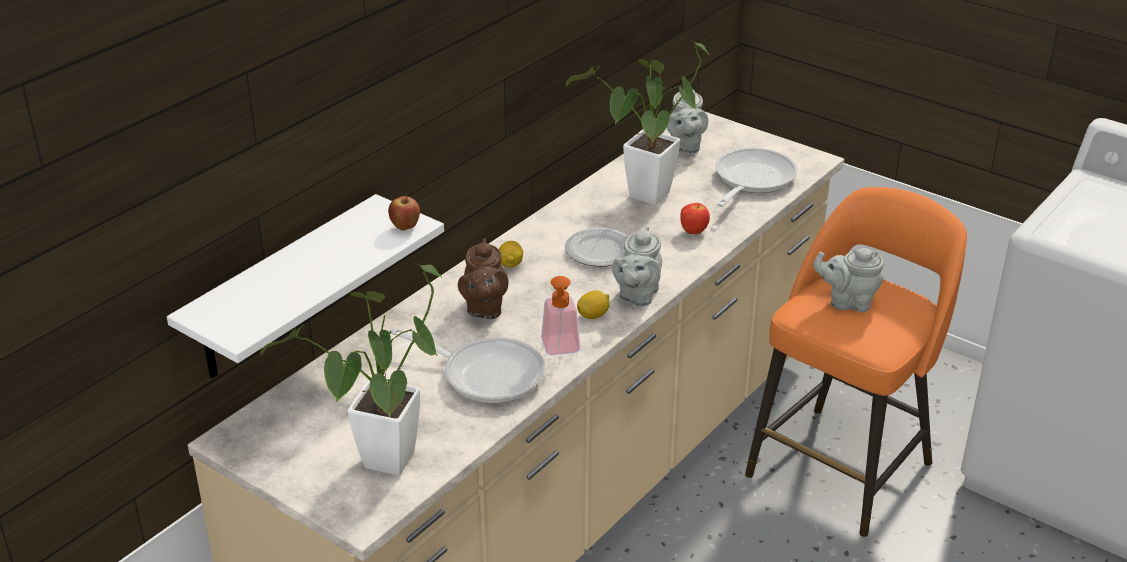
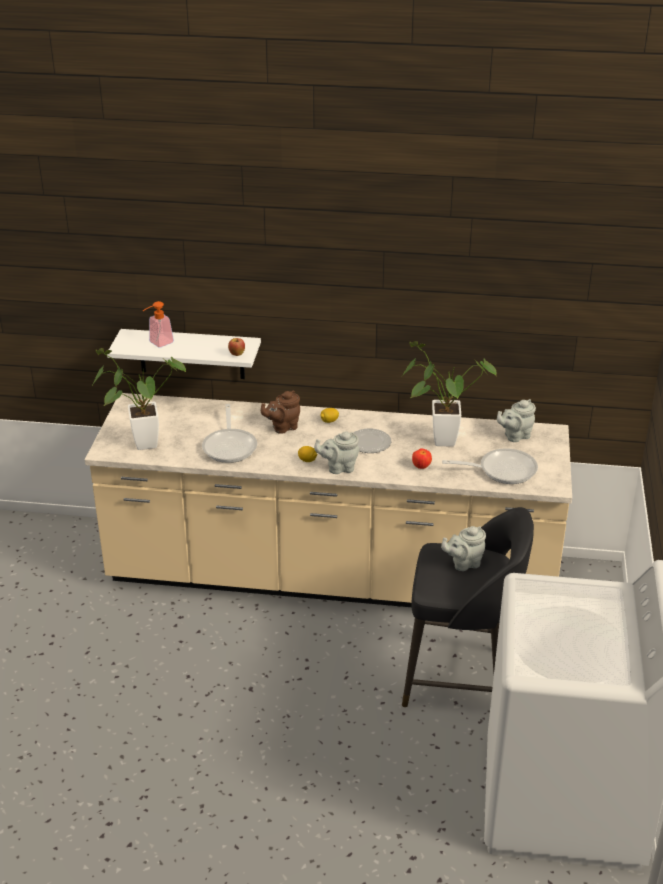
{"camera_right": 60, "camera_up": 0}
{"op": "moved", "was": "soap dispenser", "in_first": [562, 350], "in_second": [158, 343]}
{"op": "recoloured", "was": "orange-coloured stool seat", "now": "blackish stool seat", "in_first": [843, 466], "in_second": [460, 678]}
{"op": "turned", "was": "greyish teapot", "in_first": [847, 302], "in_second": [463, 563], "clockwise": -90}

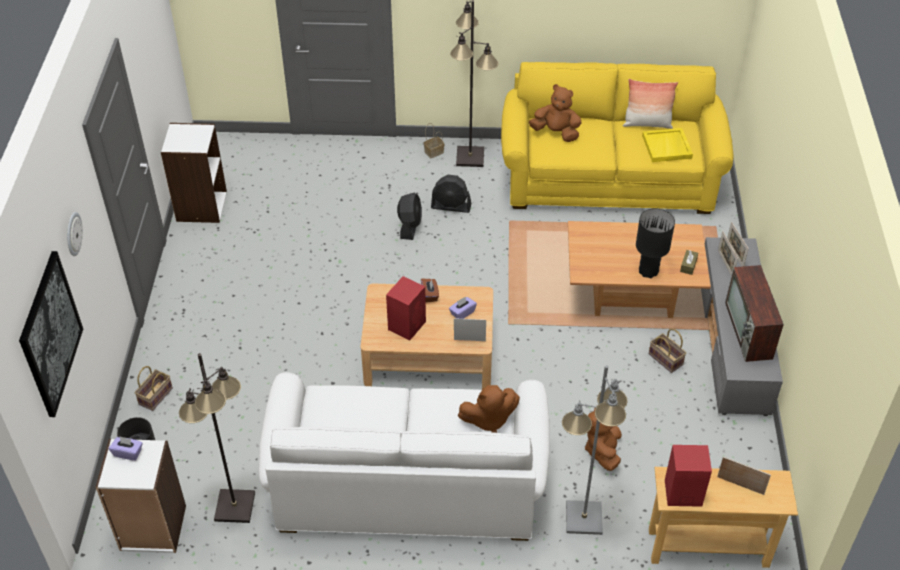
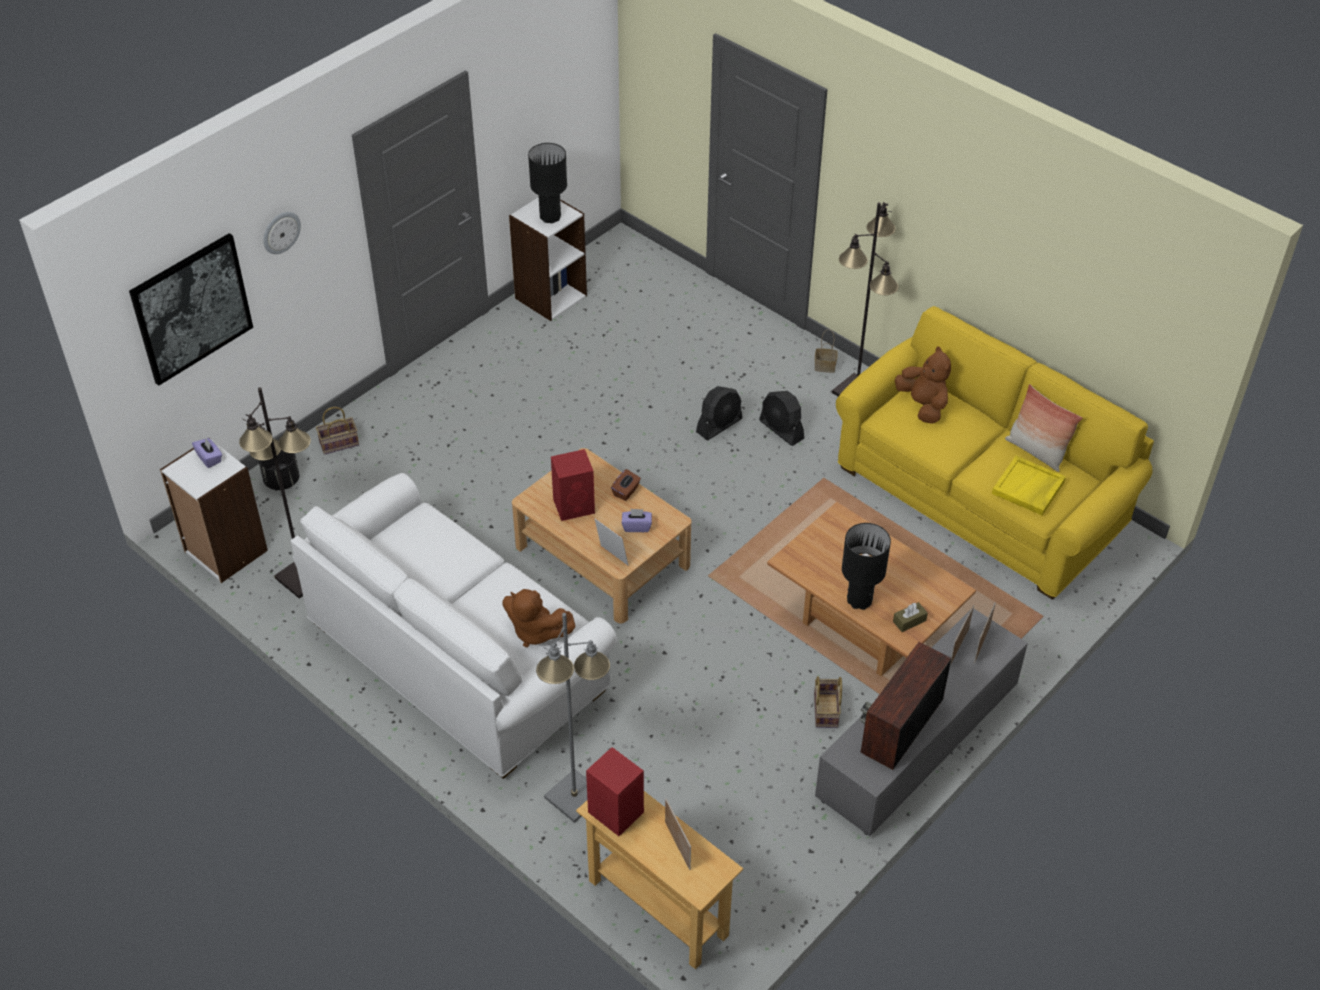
{"camera_right": 40, "camera_up": 0}
{"op": "added", "now": "blackish tabletop lamp", "in_second": [550, 217]}
{"op": "removed", "was": "brown soft toy", "in_first": [603, 450]}

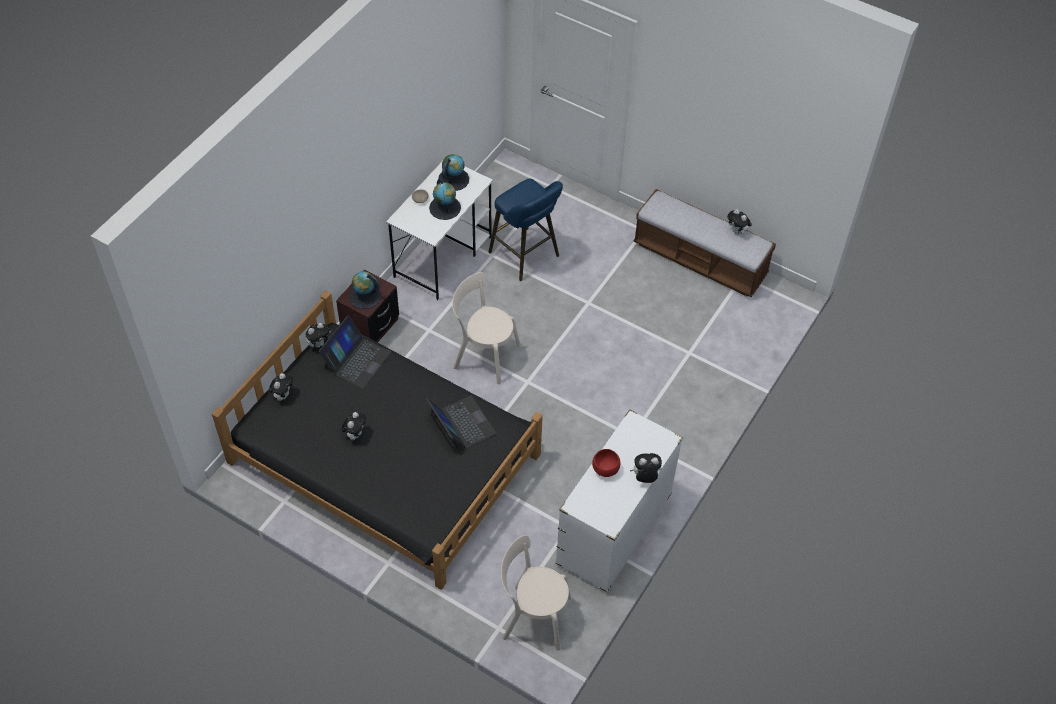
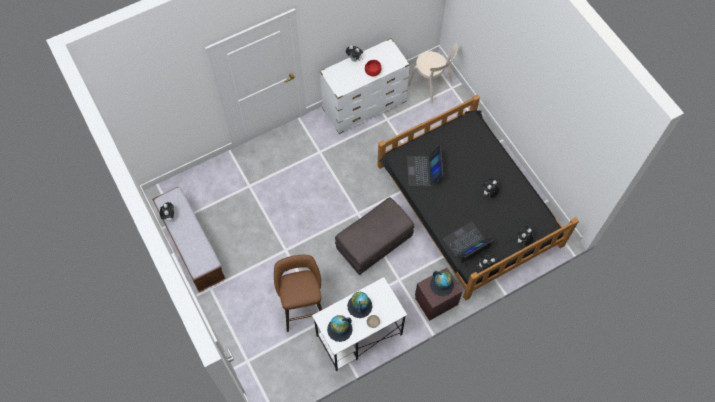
{"camera_right": -150, "camera_up": 10}
{"op": "recoloured", "was": "blue stool seat", "now": "brown stool seat", "in_first": [526, 256], "in_second": [302, 306]}
{"op": "replaced", "was": "sand-coloured upright chair", "now": "greyish ottoman", "in_first": [484, 355], "in_second": [374, 244]}

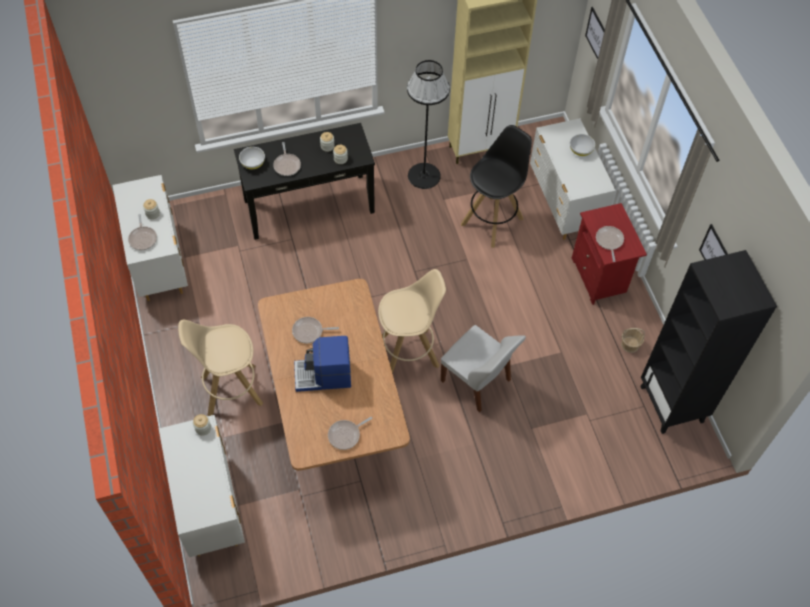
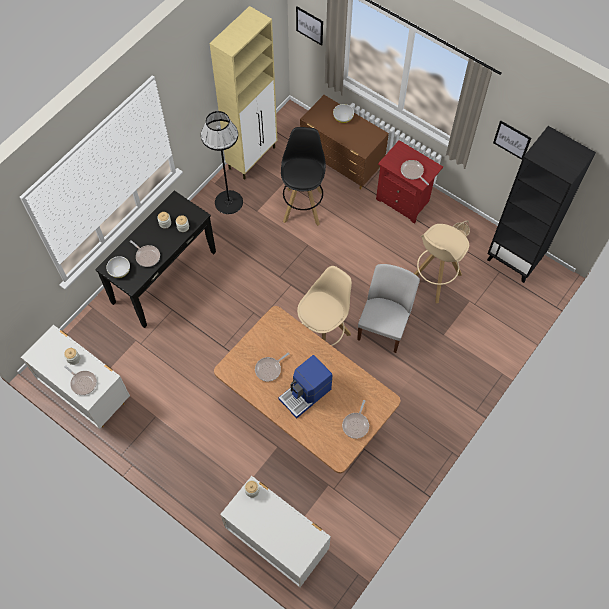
{"camera_right": -35, "camera_up": 5}
{"op": "recoloured", "was": "white dresser", "now": "brown dresser", "in_first": [564, 205], "in_second": [342, 164]}
{"op": "turned", "was": "white upright chair", "in_first": [477, 382], "in_second": [384, 327], "clockwise": -75}
{"op": "moved", "was": "sand-coloured stool seat", "in_first": [230, 390], "in_second": [434, 278]}

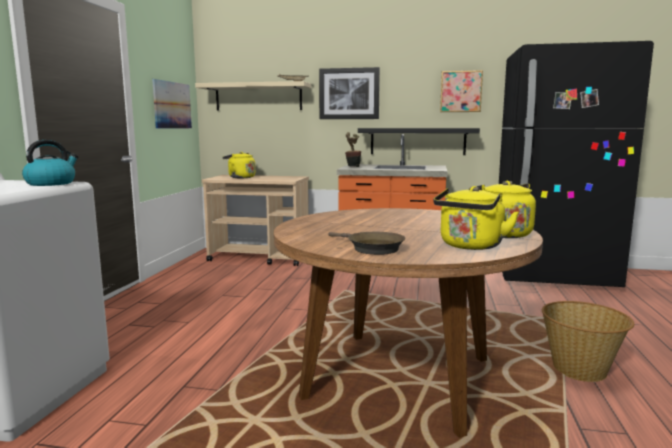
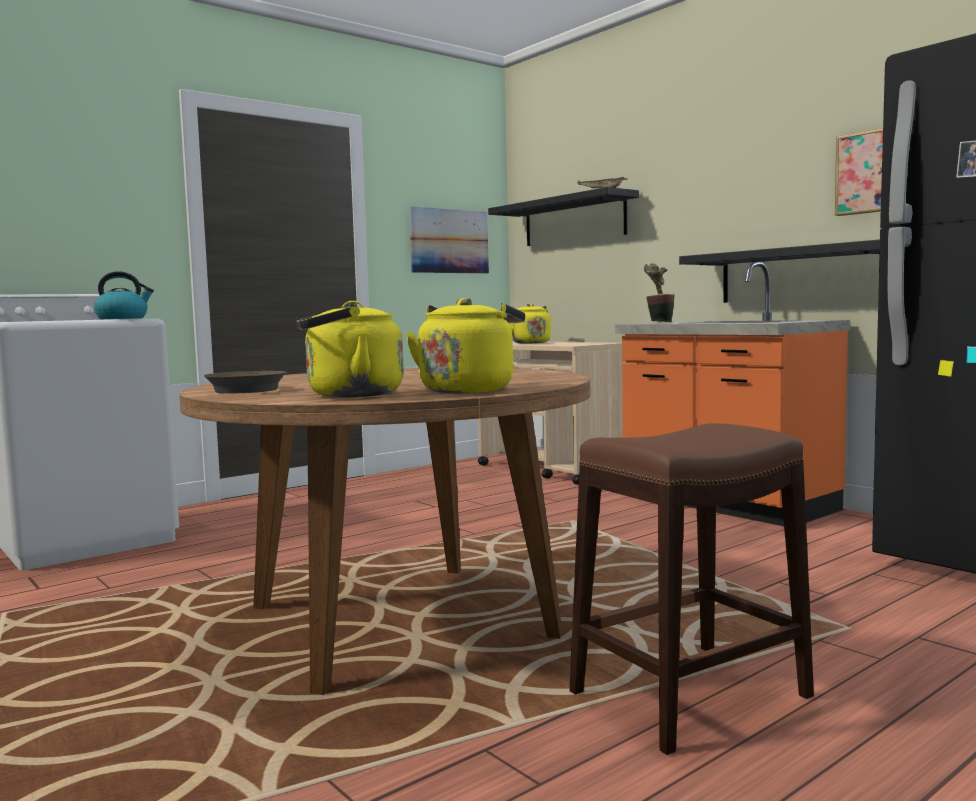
{"camera_right": 40, "camera_up": -5}
{"op": "recoloured", "was": "sand-coloured shelf", "now": "blackish shelf", "in_first": [258, 97], "in_second": [574, 221]}
{"op": "replaced", "was": "basket", "now": "brown stool seat", "in_first": [580, 369], "in_second": [691, 695]}
{"op": "removed", "was": "picture", "in_first": [349, 93]}

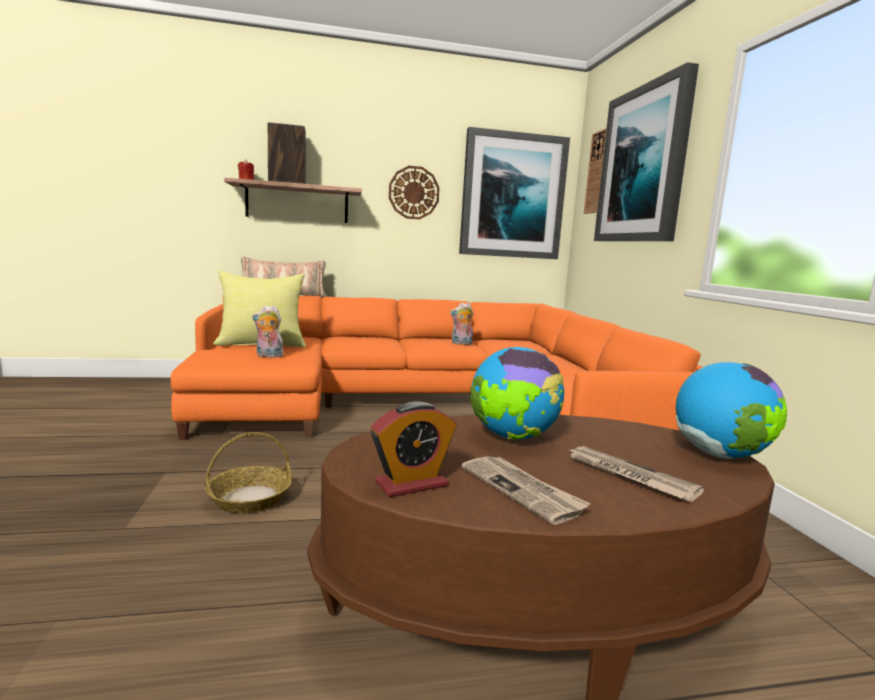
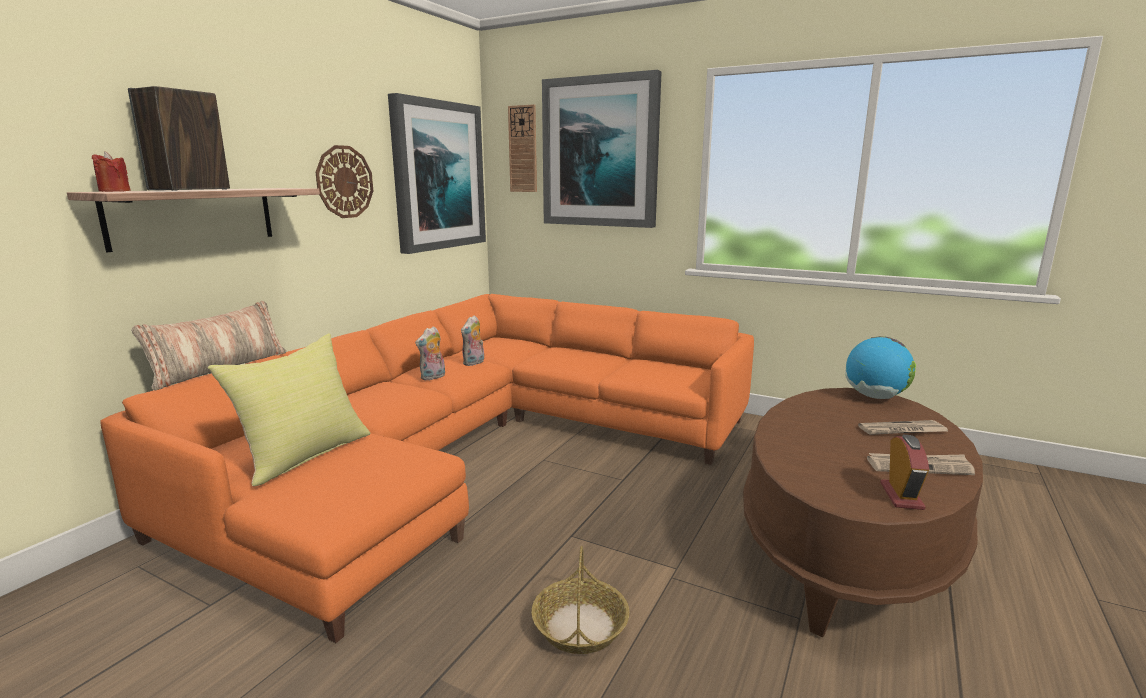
{"camera_right": -50, "camera_up": 5}
{"op": "moved", "was": "soft toy", "in_first": [268, 356], "in_second": [433, 377]}
{"op": "removed", "was": "desk globe", "in_first": [512, 437]}

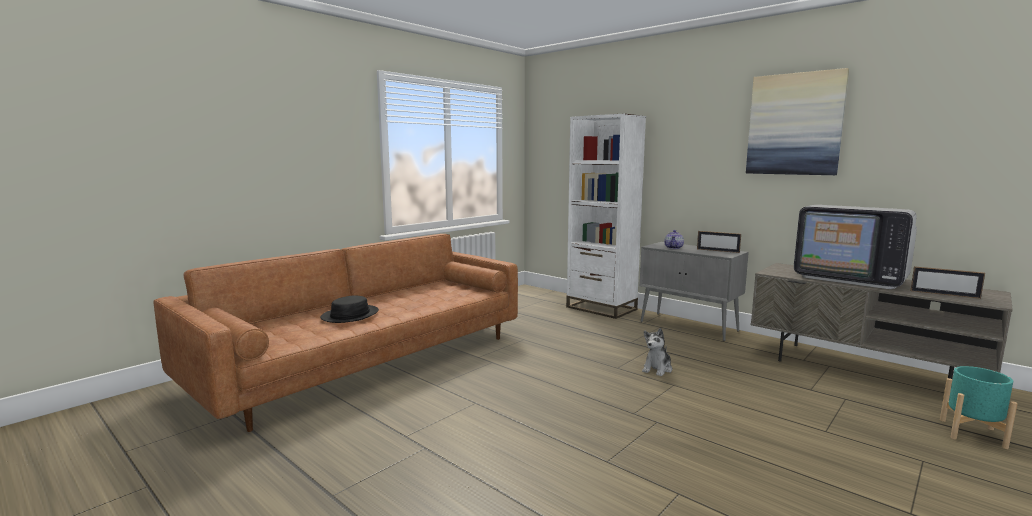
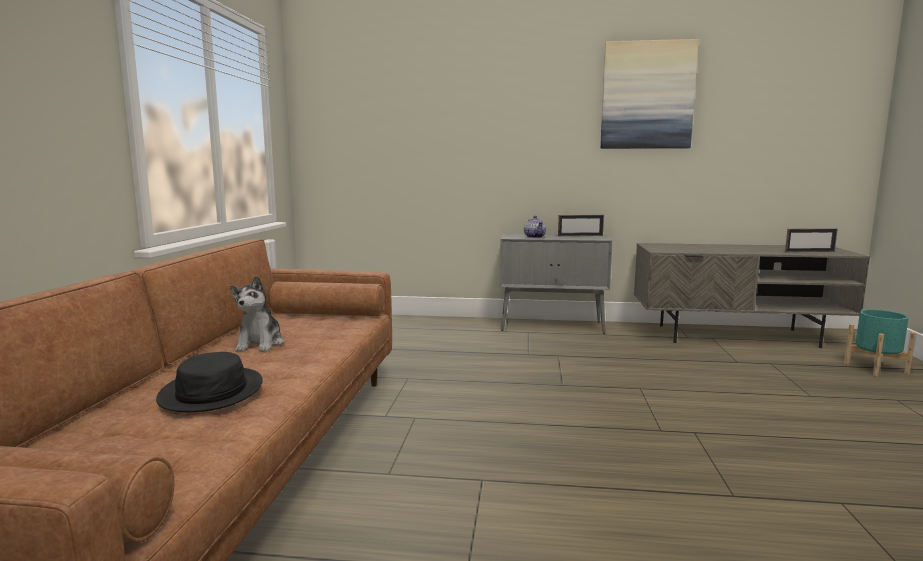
{"camera_right": -35, "camera_up": 0}
{"op": "moved", "was": "soft toy", "in_first": [657, 369], "in_second": [260, 344]}
{"op": "removed", "was": "white shelving unit", "in_first": [601, 308]}
{"op": "removed", "was": "TV", "in_first": [850, 278]}

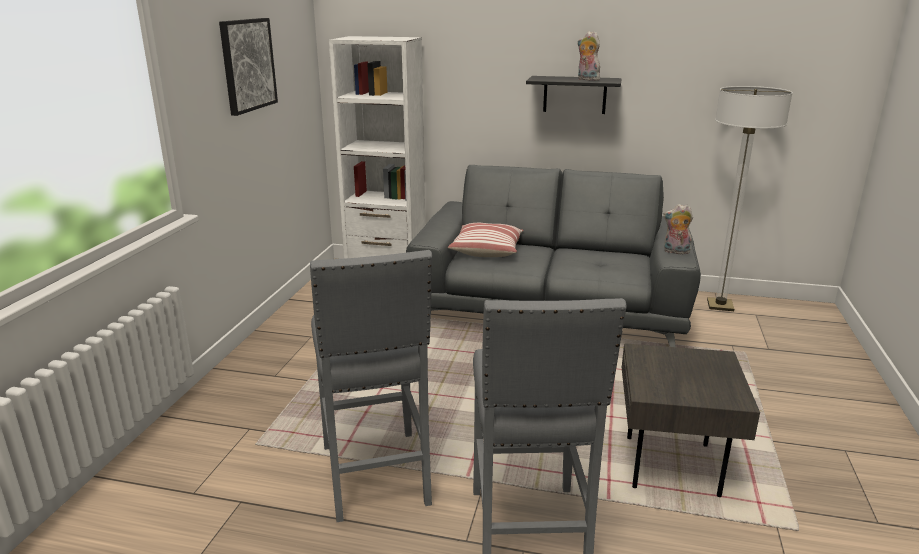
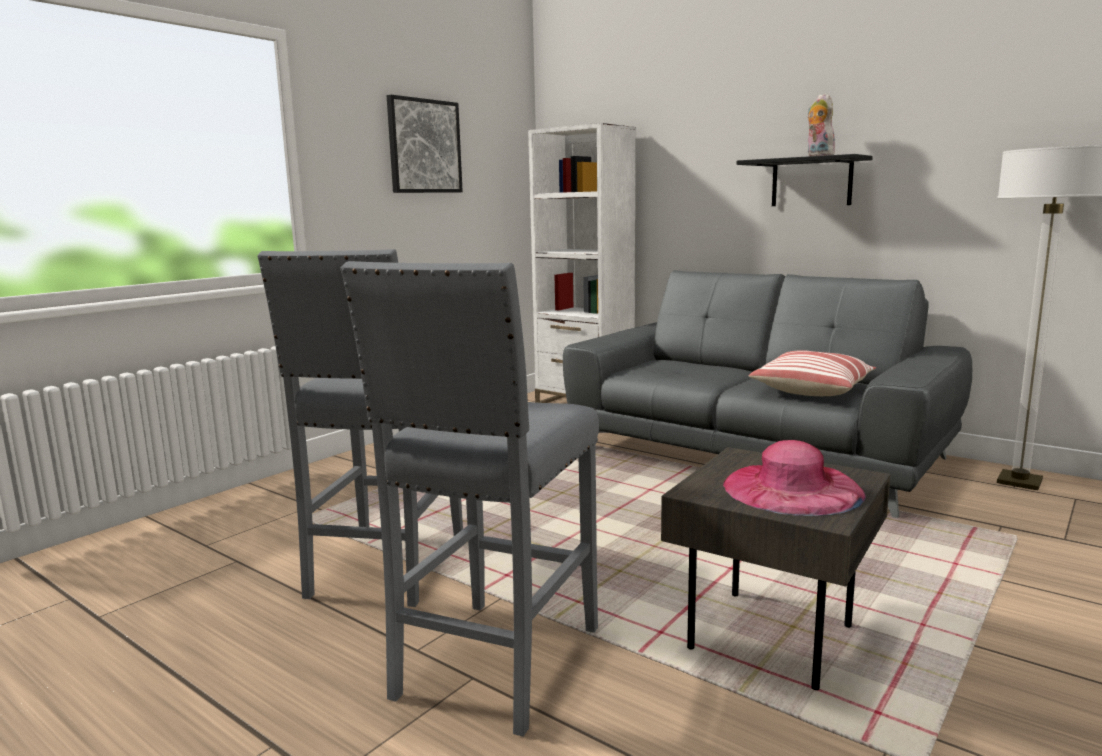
{"camera_right": 25, "camera_up": -10}
{"op": "added", "now": "pink-coloured hat", "in_second": [792, 488]}
{"op": "moved", "was": "throw pillow", "in_first": [486, 250], "in_second": [812, 390]}
{"op": "removed", "was": "soft toy", "in_first": [675, 252]}

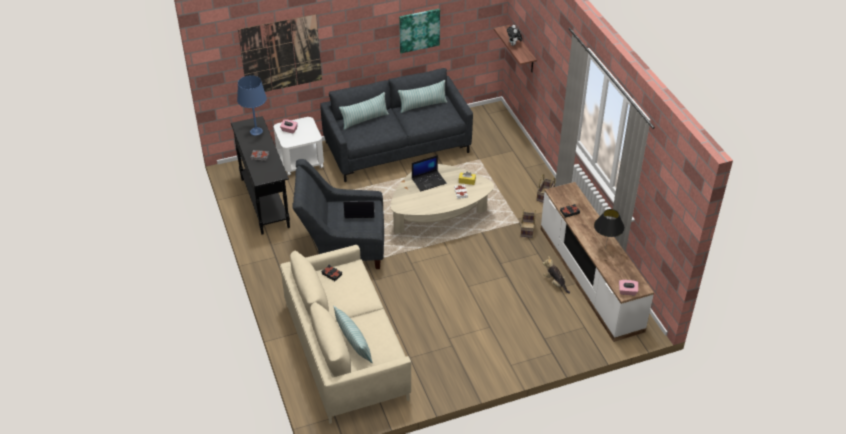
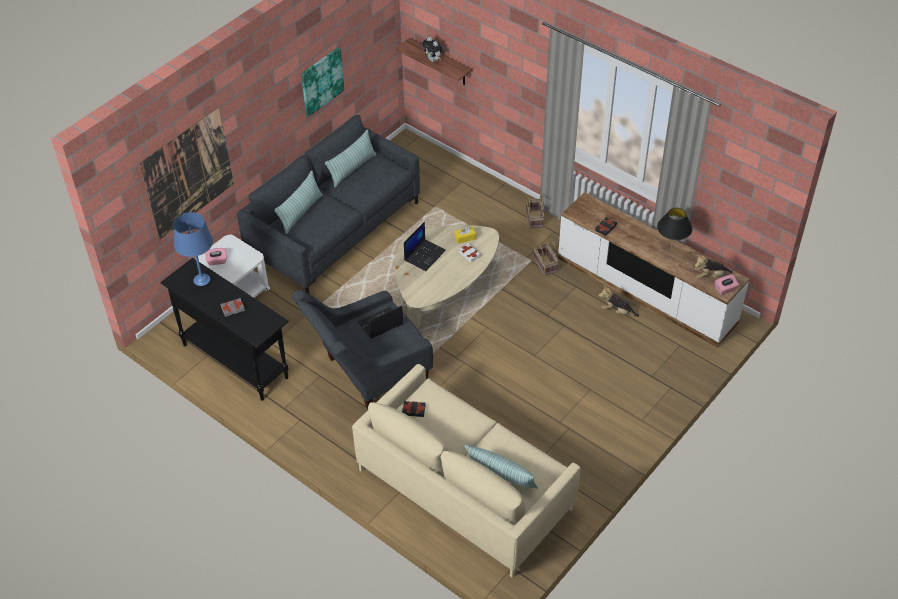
{"camera_right": -30, "camera_up": 5}
{"op": "added", "now": "soft toy", "in_second": [710, 275]}

